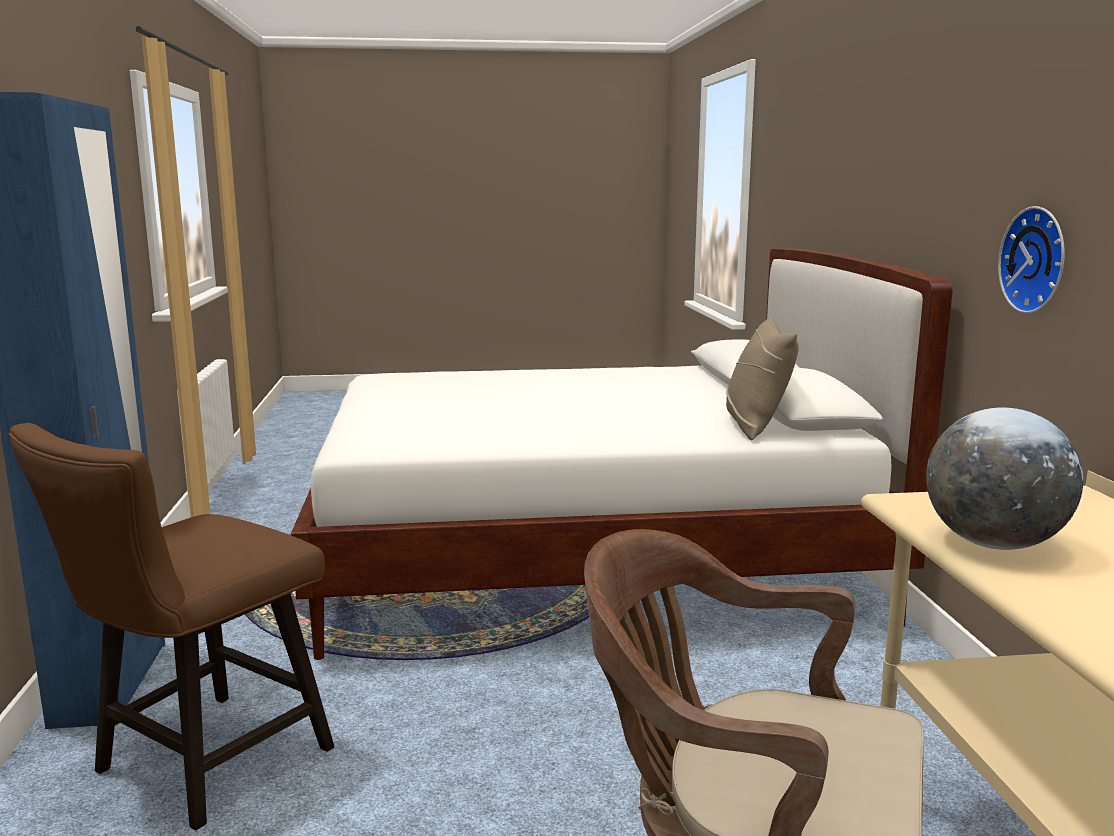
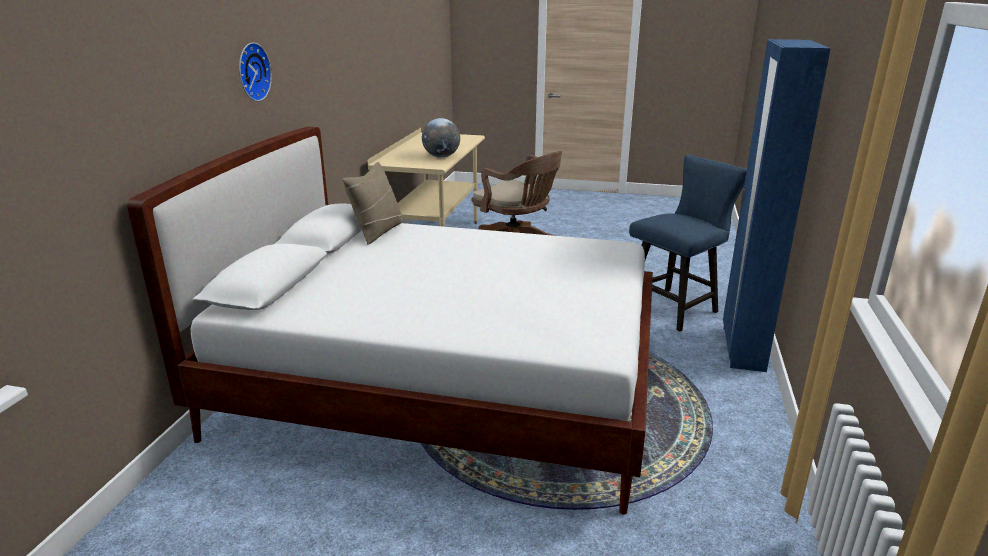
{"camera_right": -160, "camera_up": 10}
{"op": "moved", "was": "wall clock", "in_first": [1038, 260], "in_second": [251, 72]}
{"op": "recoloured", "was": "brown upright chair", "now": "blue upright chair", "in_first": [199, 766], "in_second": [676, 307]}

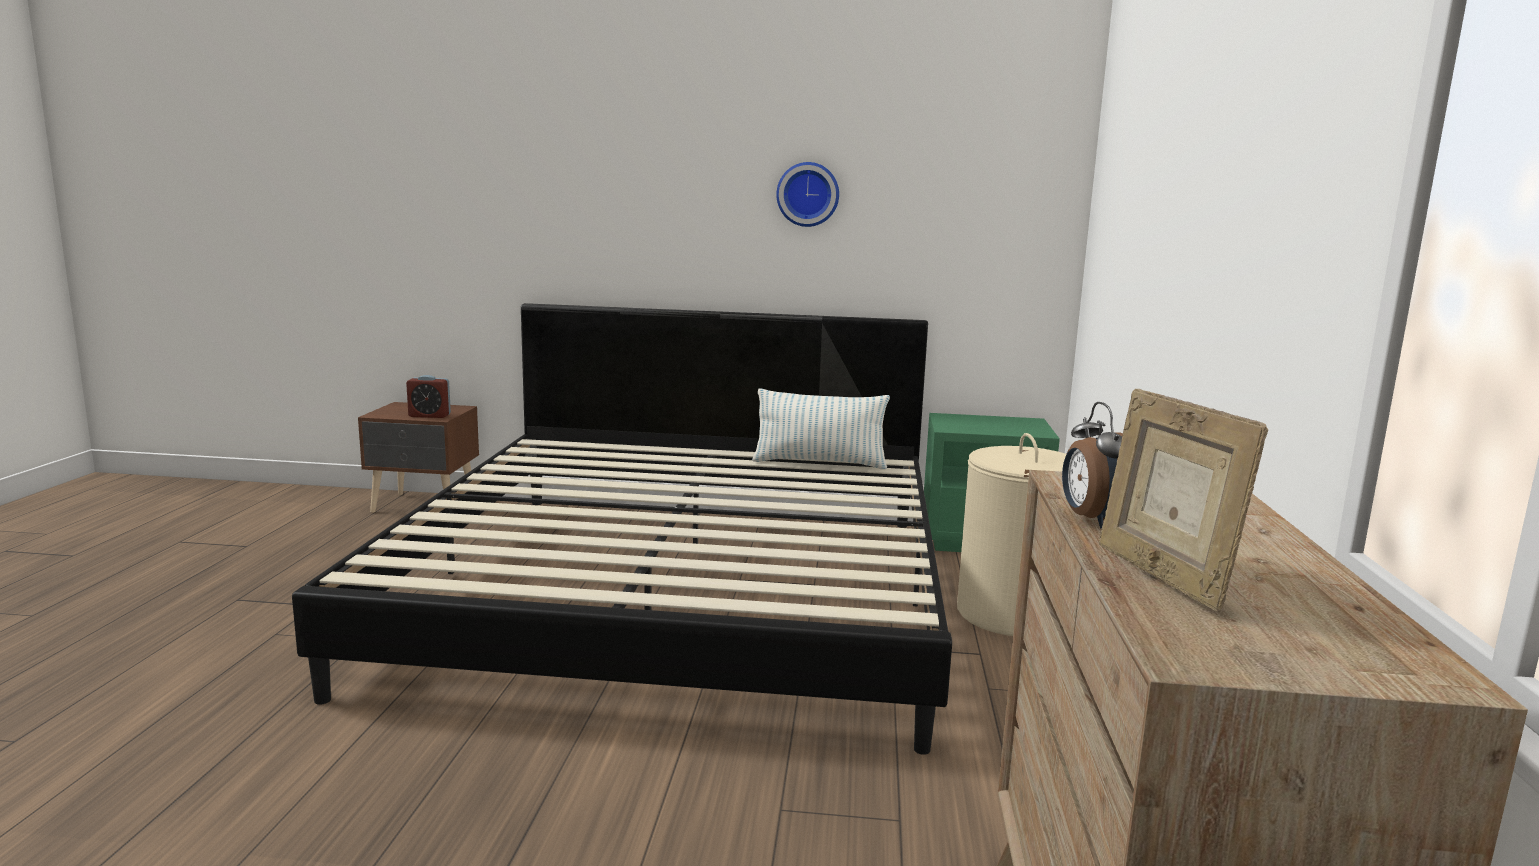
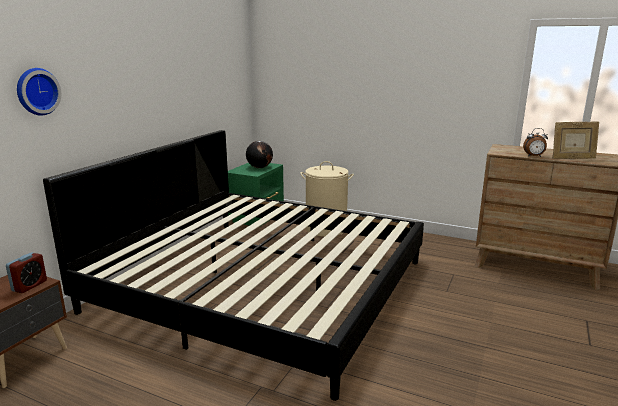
{"camera_right": -70, "camera_up": 5}
{"op": "moved", "was": "wall clock", "in_first": [808, 194], "in_second": [36, 91]}
{"op": "added", "now": "desk globe", "in_second": [259, 167]}
{"op": "removed", "was": "throw pillow", "in_first": [819, 463]}

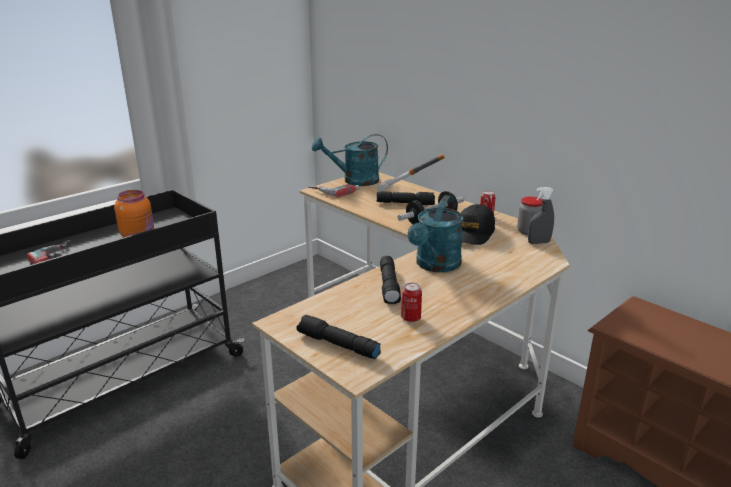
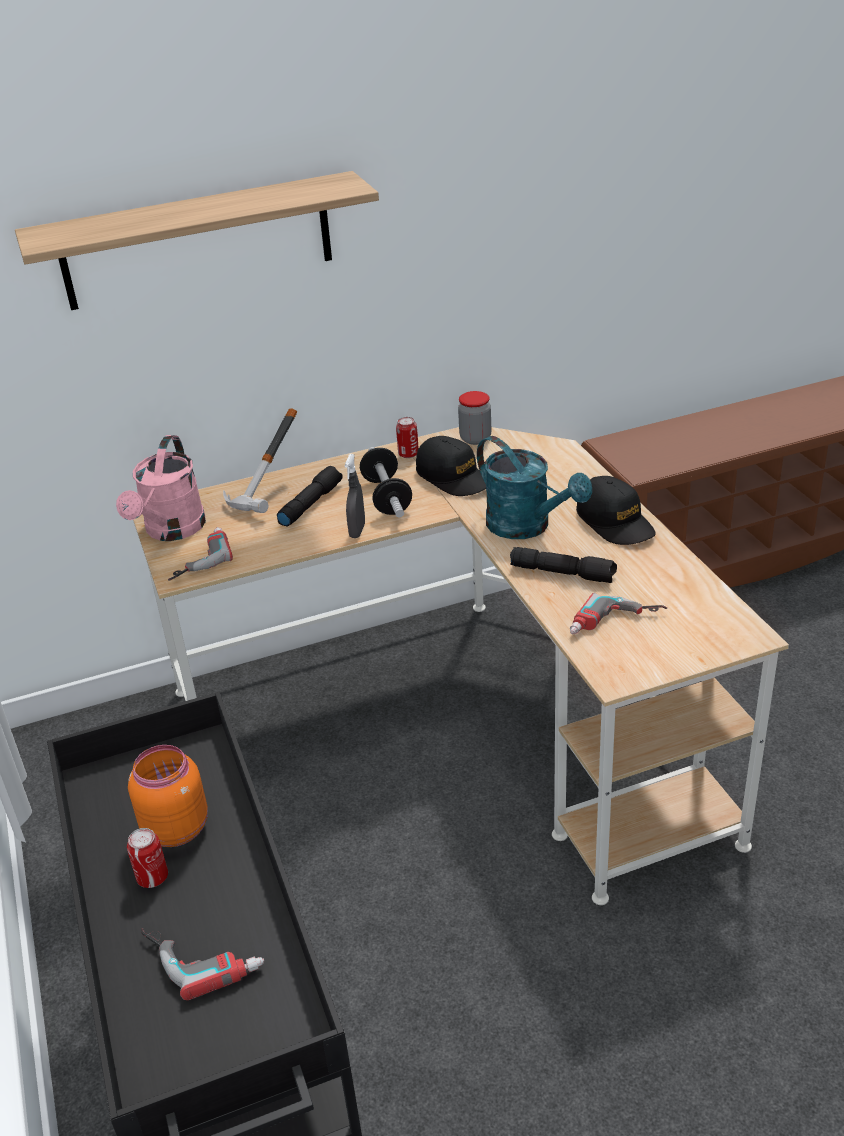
{"camera_right": -65, "camera_up": 10}
{"op": "added", "now": "shelf", "in_second": [197, 242]}
{"op": "recoloured", "was": "blue-green sprinkling can", "now": "pink-coloured sprinkling can", "in_first": [354, 181], "in_second": [171, 531]}
{"op": "moved", "was": "metal can", "in_first": [410, 318], "in_second": [152, 877]}
{"op": "moved", "was": "greyish hand sprayer", "in_first": [538, 242], "in_second": [357, 531]}
{"op": "added", "now": "drill", "in_second": [616, 625]}
{"op": "added", "now": "blackish peaked cap", "in_second": [615, 522]}
{"op": "removed", "was": "blackish hand torch", "in_first": [337, 345]}

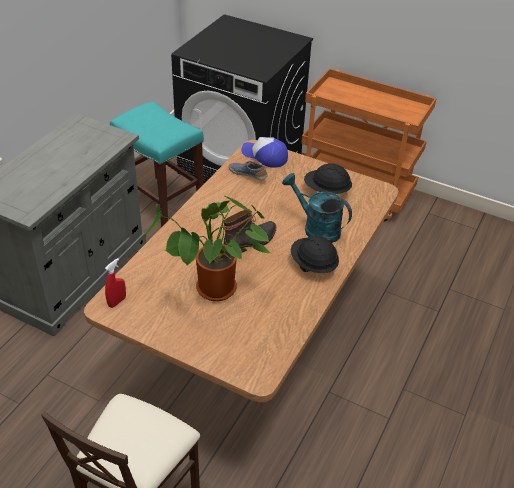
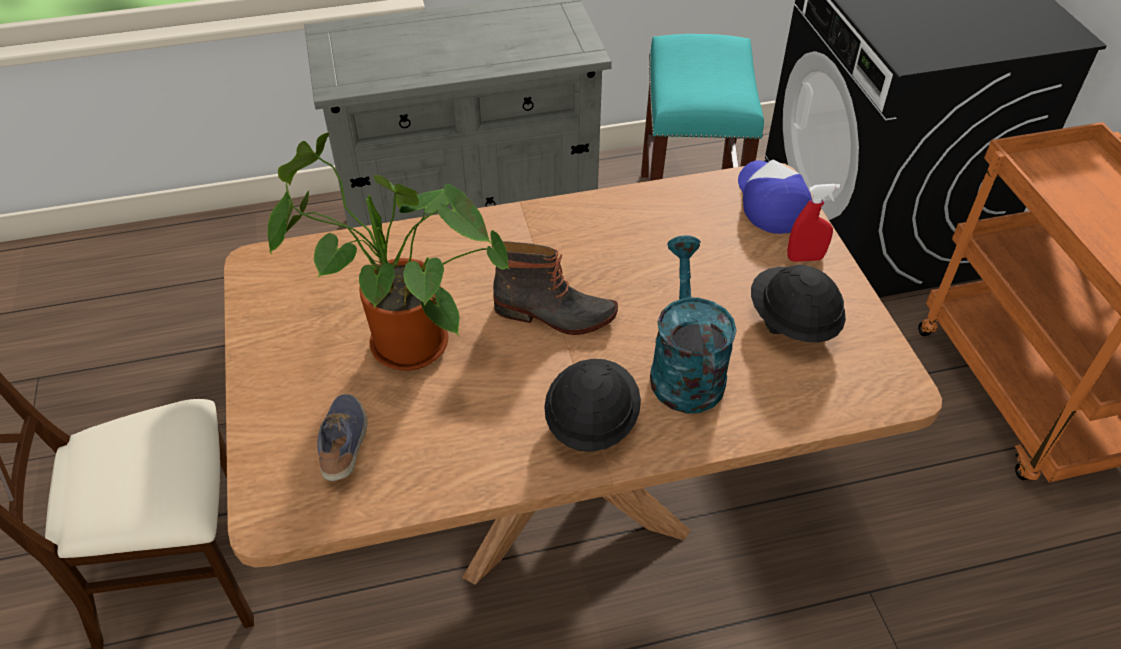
{"camera_right": 50, "camera_up": 5}
{"op": "moved", "was": "low shoe", "in_first": [248, 175], "in_second": [345, 444]}
{"op": "moved", "was": "reddish hand sprayer", "in_first": [117, 302], "in_second": [805, 258]}

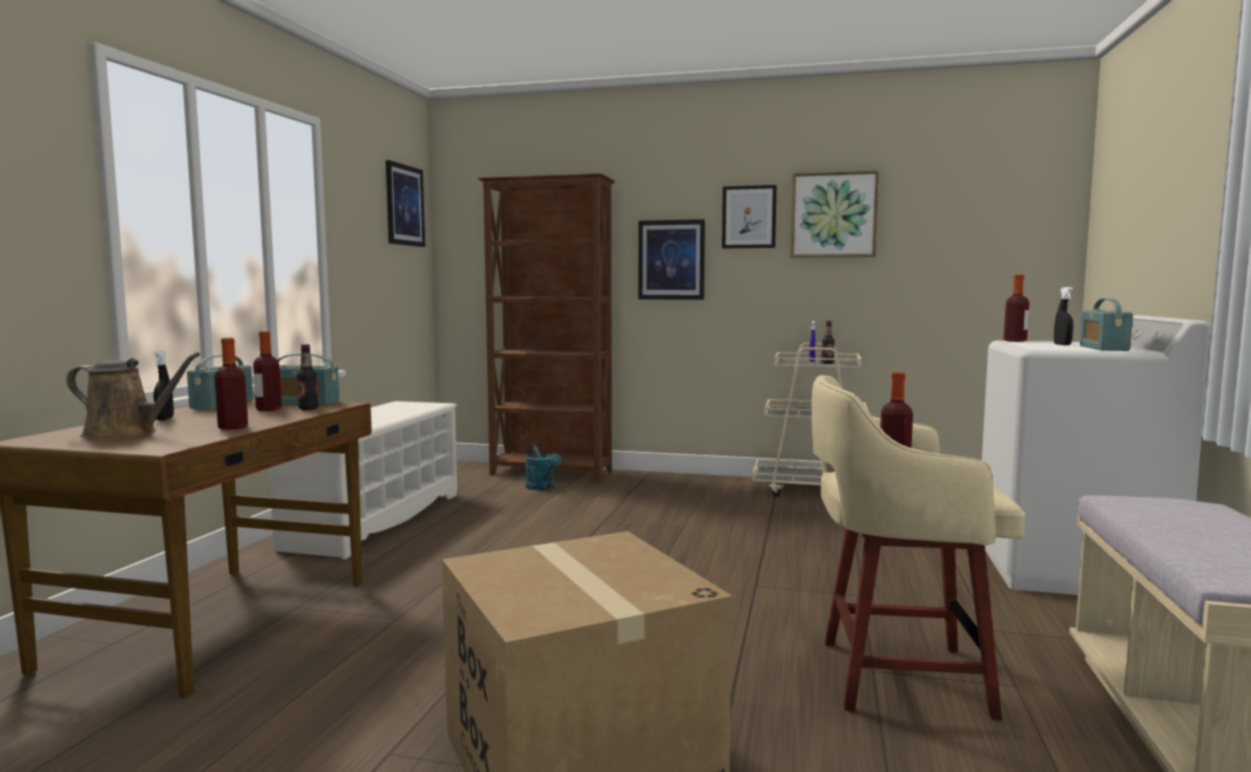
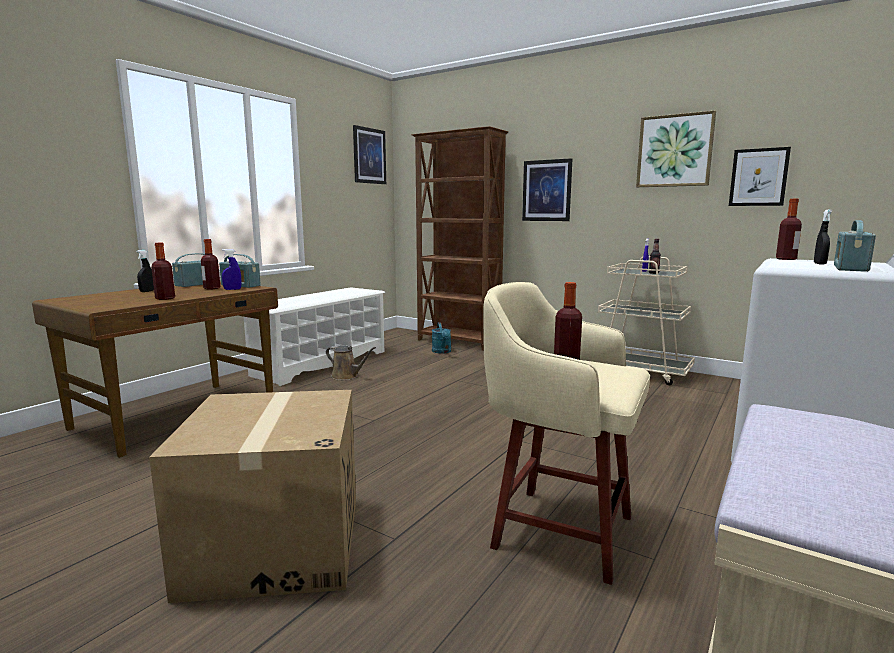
{"camera_right": 20, "camera_up": 5}
{"op": "replaced", "was": "drink bottle", "now": "blue hand sprayer", "in_first": [308, 409], "in_second": [232, 289]}
{"op": "moved", "was": "brown sprinkling can", "in_first": [126, 434], "in_second": [347, 376]}
{"op": "moved", "was": "picture", "in_first": [749, 217], "in_second": [758, 177]}

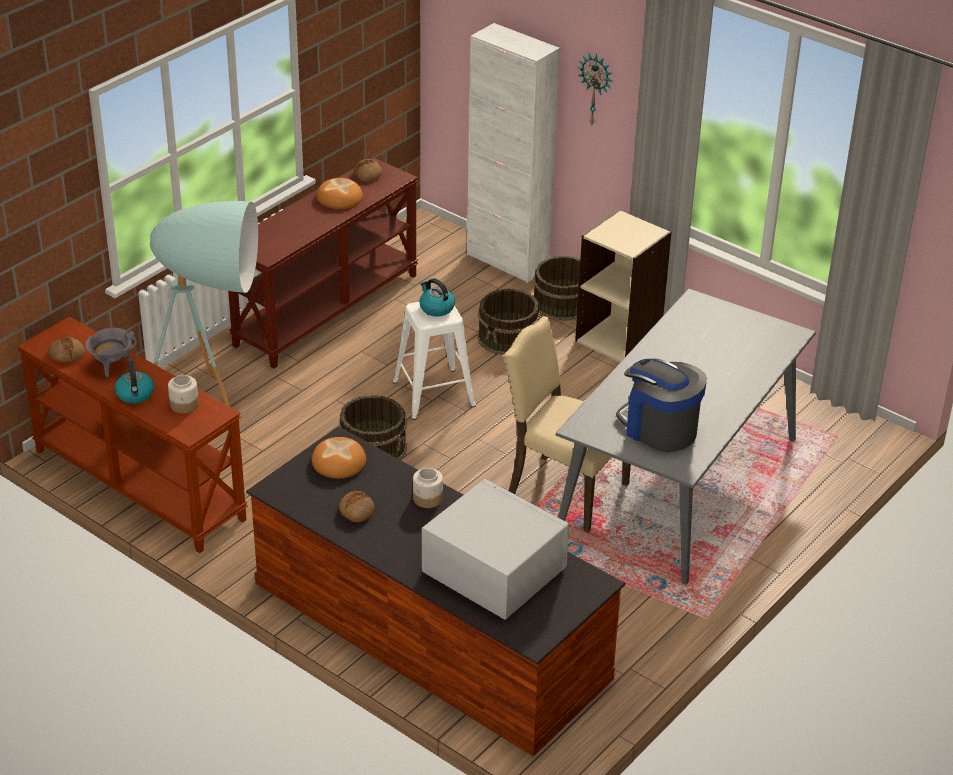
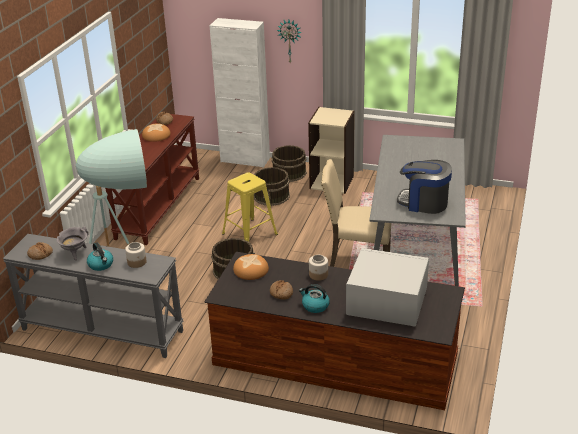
{"camera_right": -20, "camera_up": -5}
{"op": "recoloured", "was": "brown hall table", "now": "greyish hall table", "in_first": [137, 485], "in_second": [101, 331]}
{"op": "recoloured", "was": "white stool seat", "now": "yellow stool seat", "in_first": [434, 393], "in_second": [249, 233]}
{"op": "moved", "was": "water kettle", "in_first": [436, 308], "in_second": [315, 306]}

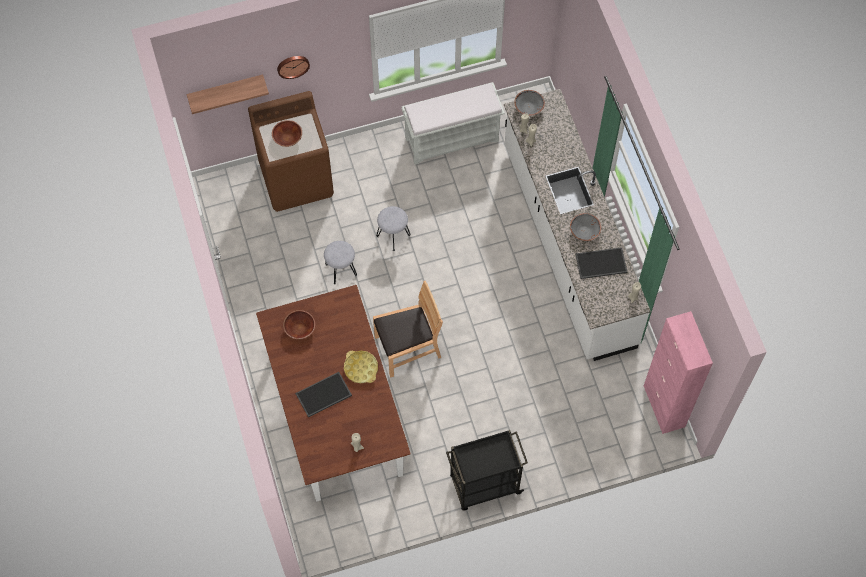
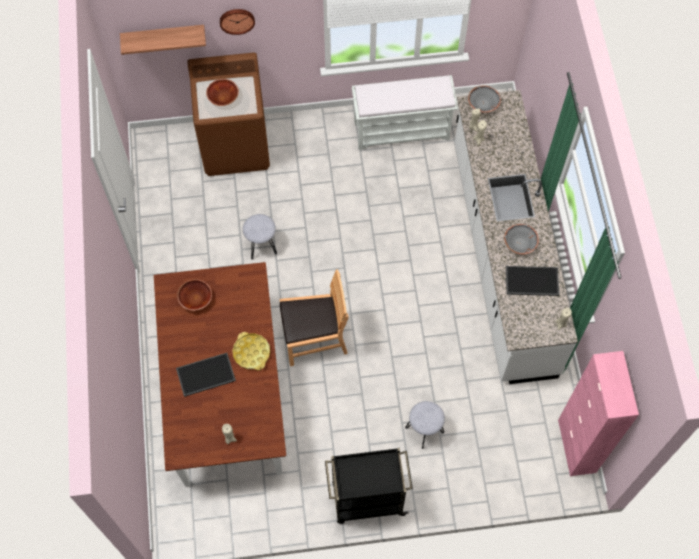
{"camera_right": 10, "camera_up": 0}
{"op": "moved", "was": "greyish stool seat", "in_first": [393, 236], "in_second": [424, 430]}

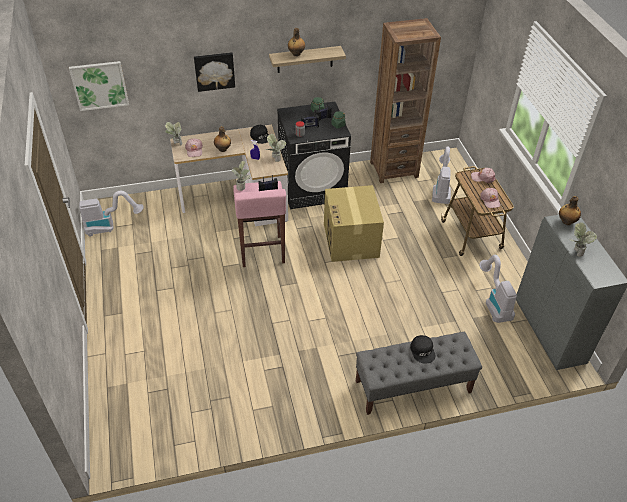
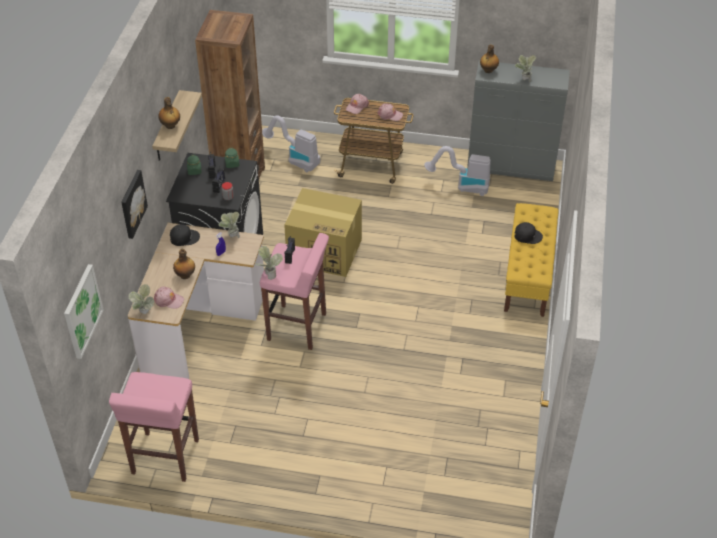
{"camera_right": -65, "camera_up": 0}
{"op": "replaced", "was": "hoover", "now": "pink-coloured stool seat", "in_first": [110, 226], "in_second": [165, 457]}
{"op": "recoloured", "was": "greyish bench", "now": "yellow bench", "in_first": [412, 387], "in_second": [528, 275]}

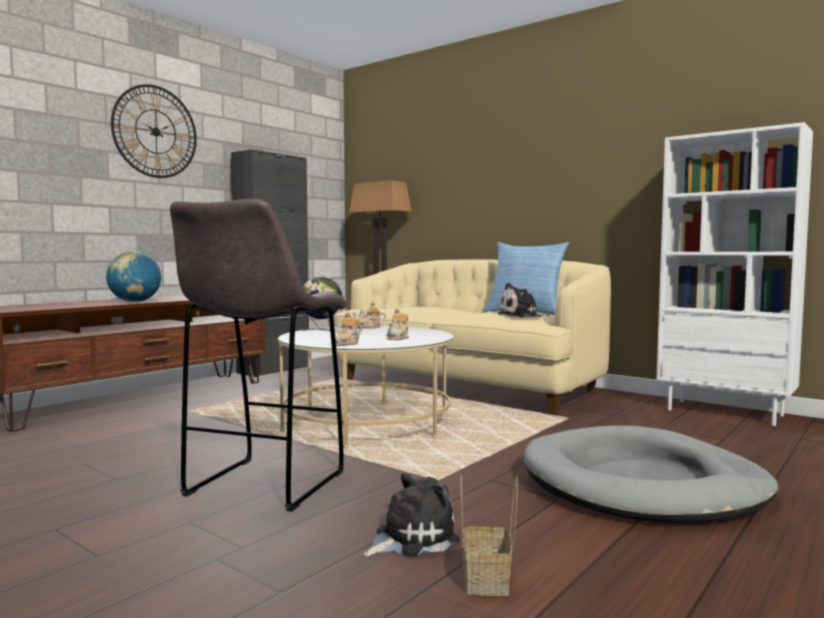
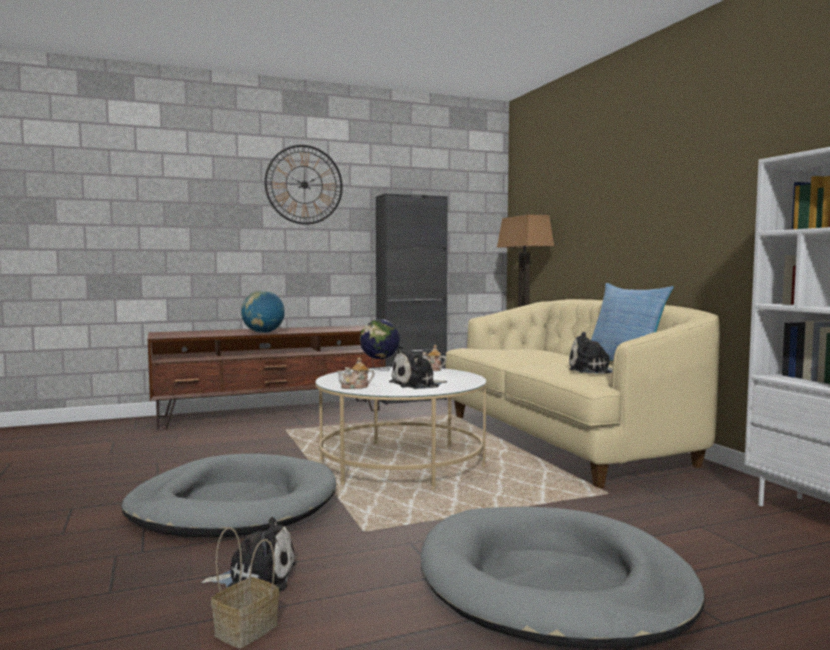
{"camera_right": 30, "camera_up": 0}
{"op": "replaced", "was": "greyish stool seat", "now": "greyish dog cushion", "in_first": [263, 485], "in_second": [233, 505]}
{"op": "replaced", "was": "teapot", "now": "soft toy", "in_first": [398, 338], "in_second": [417, 385]}

